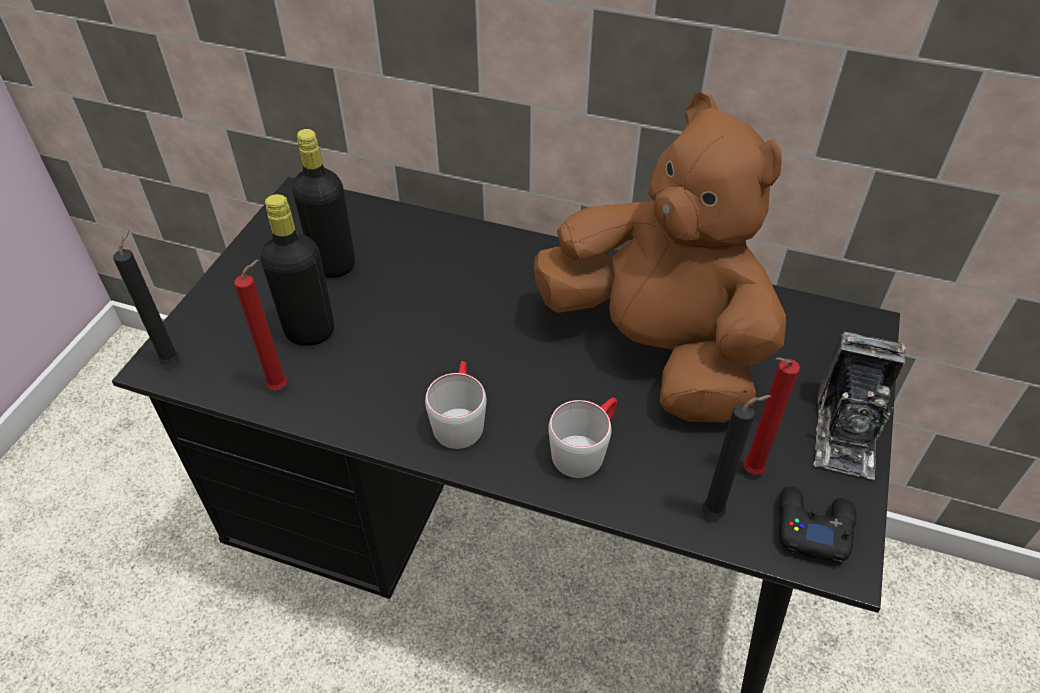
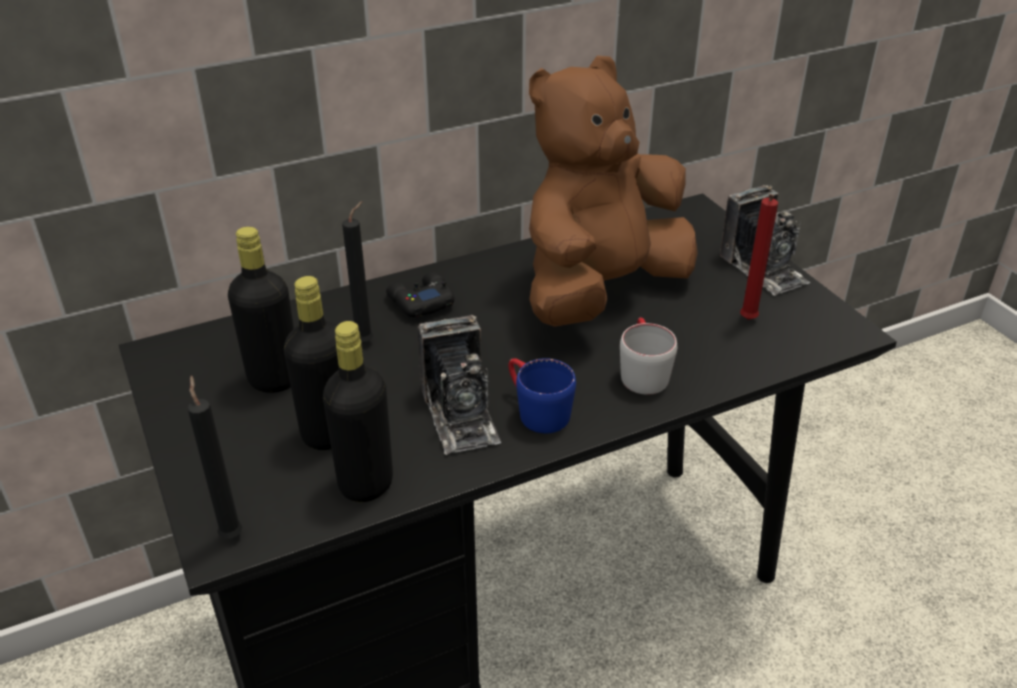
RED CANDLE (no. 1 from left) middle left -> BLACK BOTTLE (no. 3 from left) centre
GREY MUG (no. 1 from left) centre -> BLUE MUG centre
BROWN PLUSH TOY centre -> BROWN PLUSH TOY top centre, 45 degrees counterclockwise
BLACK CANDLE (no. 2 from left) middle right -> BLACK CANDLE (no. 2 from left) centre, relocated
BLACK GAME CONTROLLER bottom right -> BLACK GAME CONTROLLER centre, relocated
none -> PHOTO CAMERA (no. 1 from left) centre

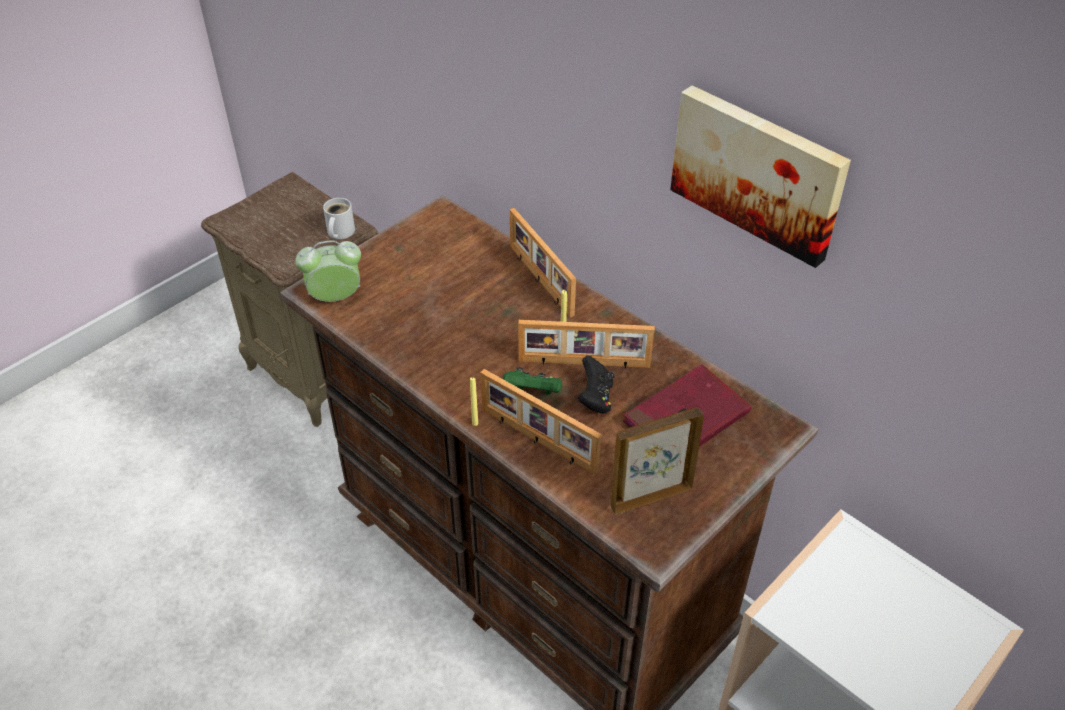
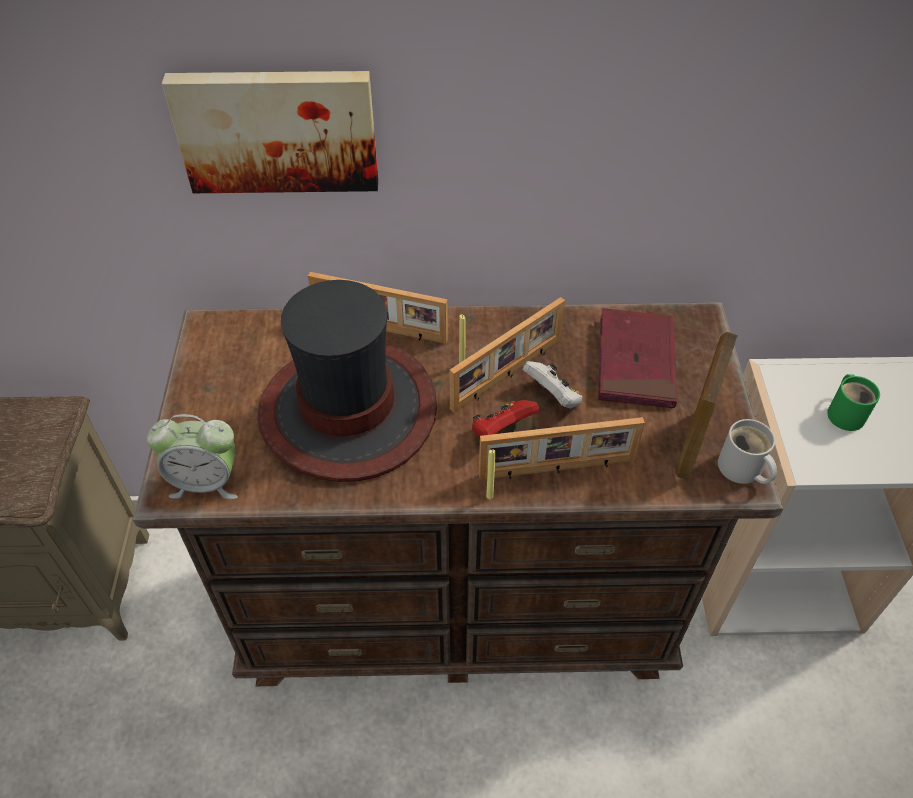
ALARM CLOCK middle left, 120 degrees counterclockwise
WHITE MUG top left -> WHITE MUG middle right, relocated
GREEN GAME CONTROLLER centre -> RED GAME CONTROLLER centre
BLACK GAME CONTROLLER centre -> WHITE GAME CONTROLLER centre
PICTURE top right -> PICTURE top left, relocated
none -> HAT centre
none -> GREEN MUG middle right

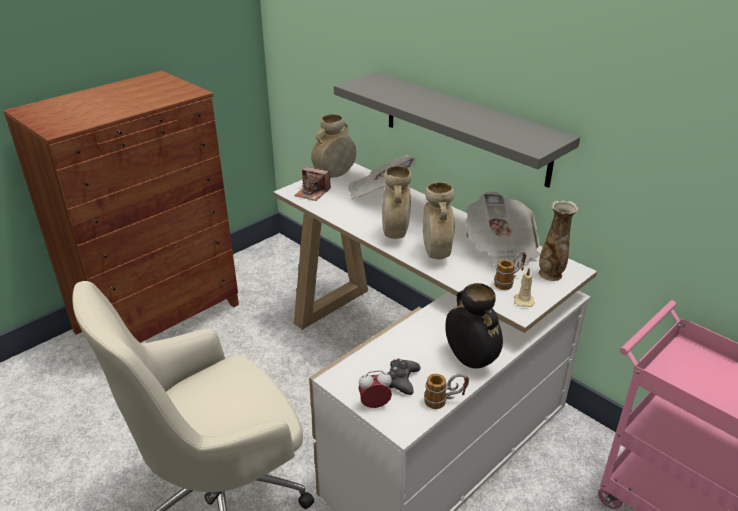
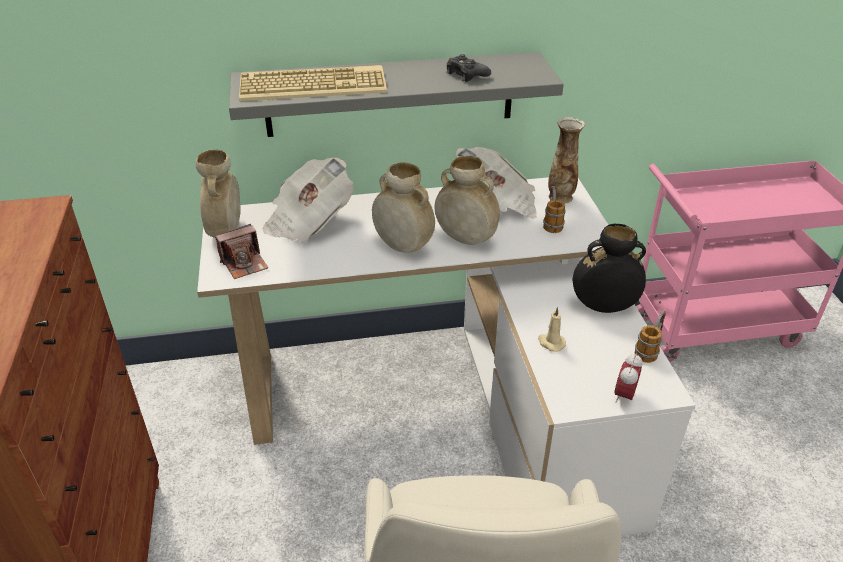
BLACK GAME CONTROLLER bottom centre -> BLACK GAME CONTROLLER top centre, relocated
BEIGE CANDLE middle right -> BEIGE CANDLE centre, relocated
none -> KEYBOARD top centre

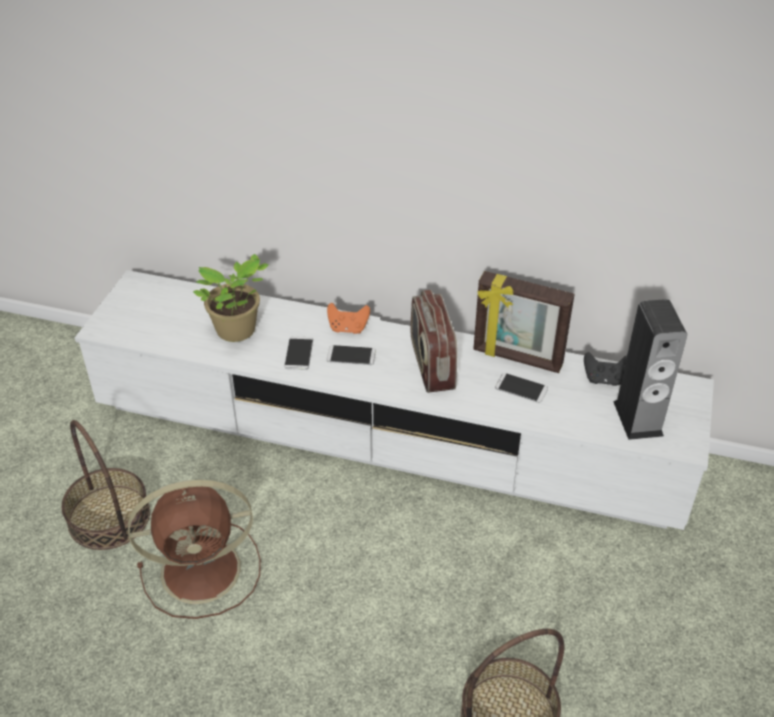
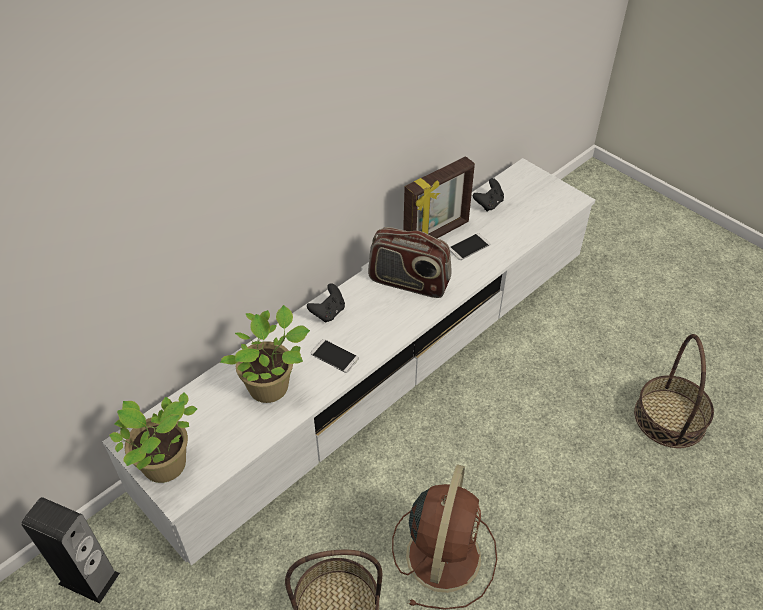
ORANGE GAME CONTROLLER centre -> BLACK GAME CONTROLLER (no. 1 from left) centre
PHONE (no. 2 from left) centre -> none
SPEAKER middle right -> SPEAKER bottom left, relocated
none -> POTTED PLANT (no. 1 from left) bottom left

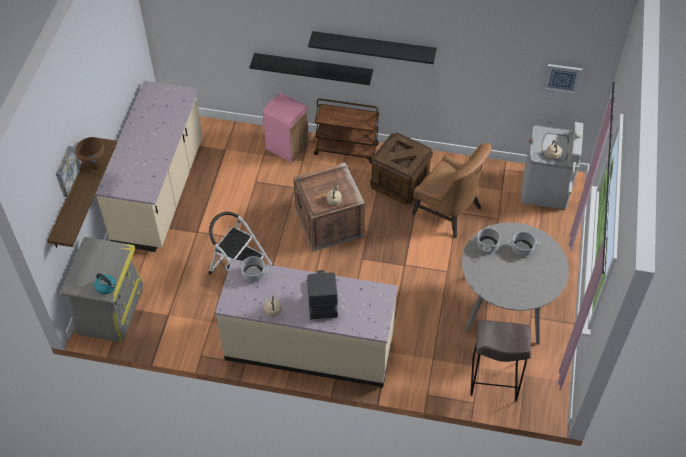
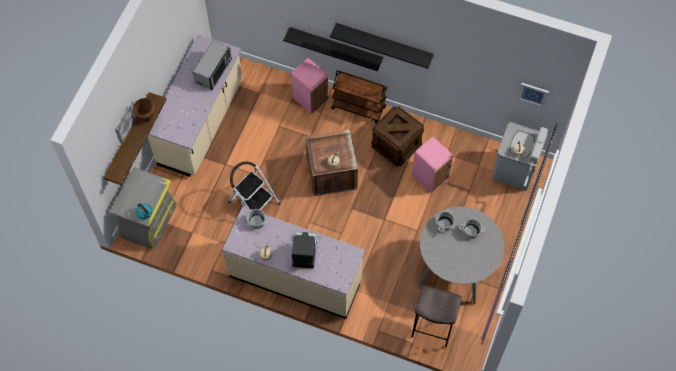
BROWN CHAIR centre -> PINK TRASH CAN (no. 2 from left) centre
none -> MICROWAVE top left

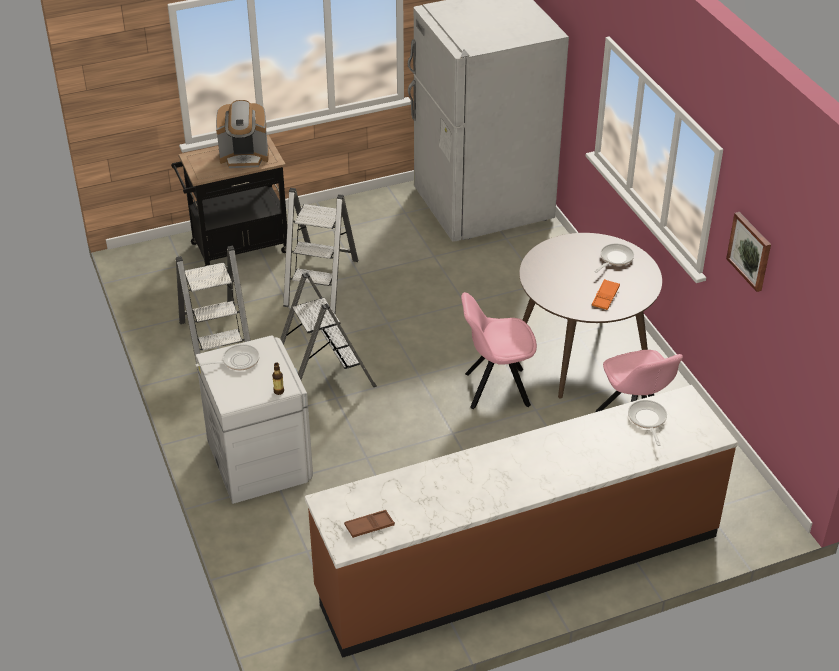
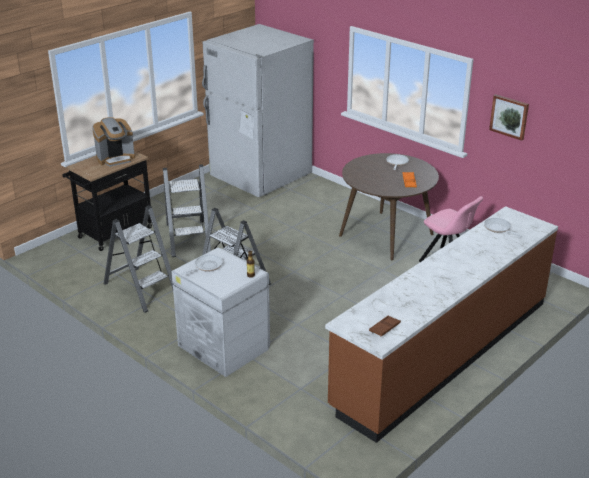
PINK CHAIR (no. 1 from left) centre -> none

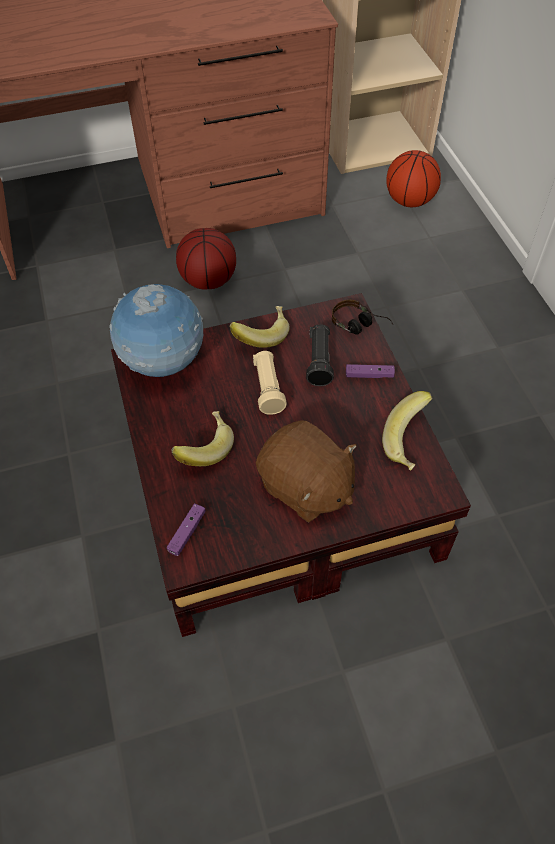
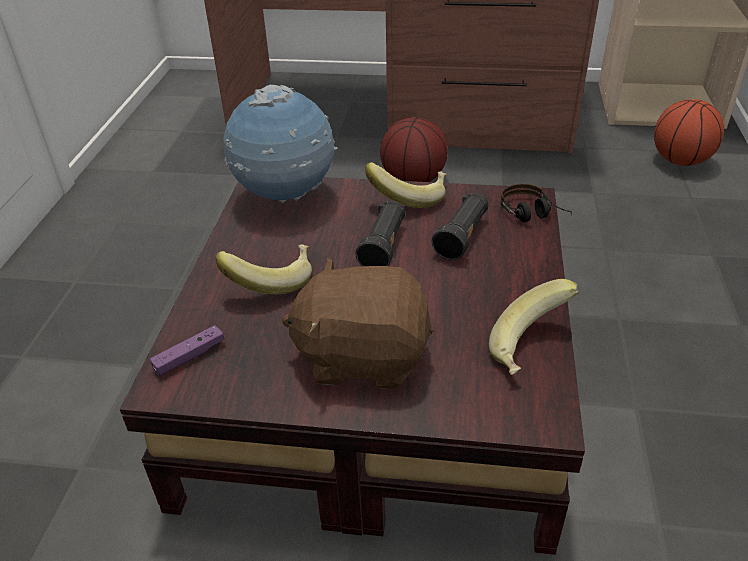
BEIGE FLASHLIGHT centre -> BLACK FLASHLIGHT (no. 1 from left) centre
BROWN PLUSH TOY centre, 120 degrees clockwise
PURPLE GAME CONTROLLER (no. 2 from left) middle right -> none

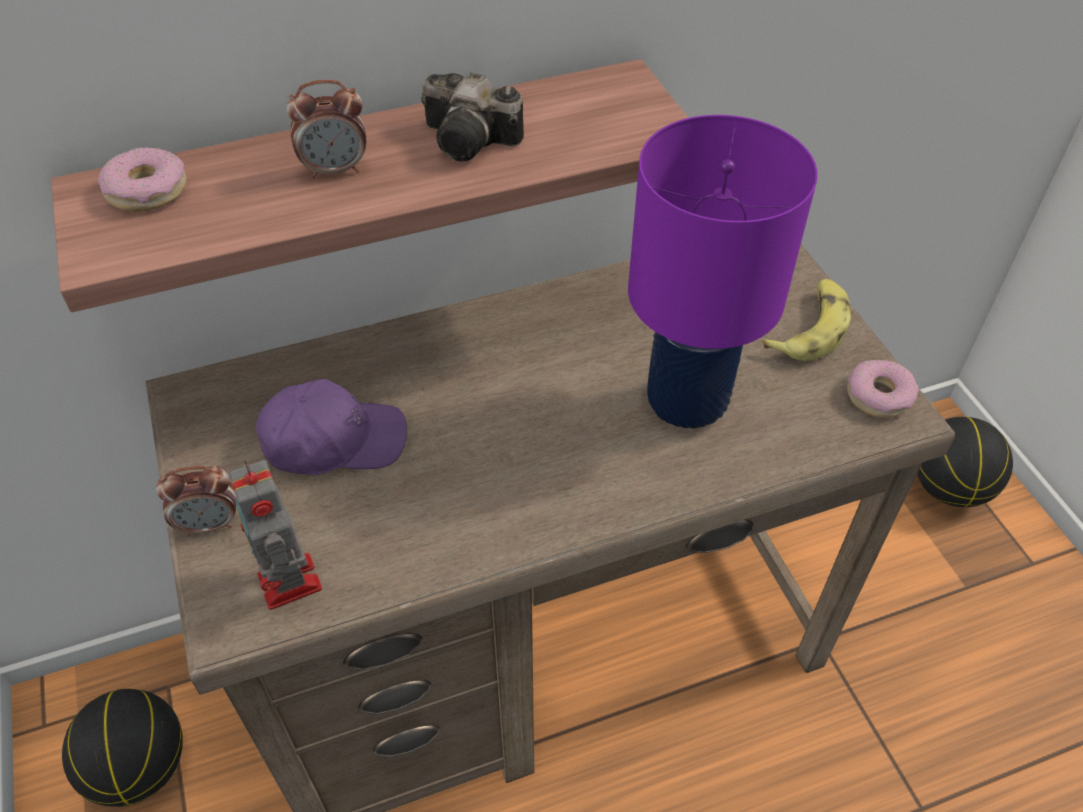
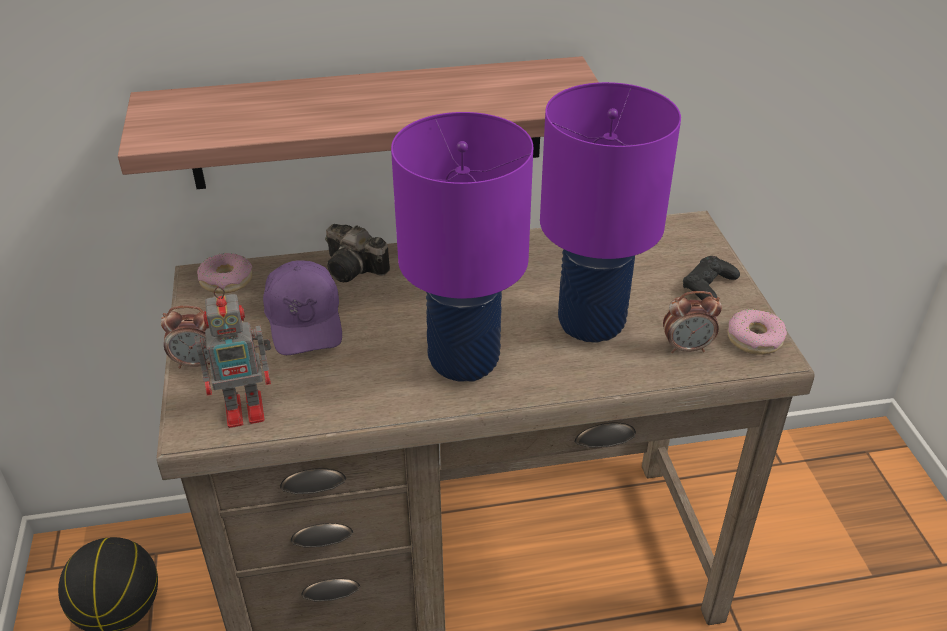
DONUT (no. 1 from left) top left -> DONUT (no. 1 from left) middle left, relocated
TOY ROBOT middle left, 90 degrees counterclockwise
PURPLE CAP middle left, 75 degrees clockwise
ALARM CLOCK (no. 2 from left) top left -> ALARM CLOCK (no. 2 from left) middle right, relocated
PHOTO CAMERA top centre -> PHOTO CAMERA centre, relocated
BANANA middle right -> BLACK GAME CONTROLLER middle right
BASKETBALL (no. 2 from left) middle right -> none
none -> PURPLE TABLE LAMP (no. 1 from left) centre

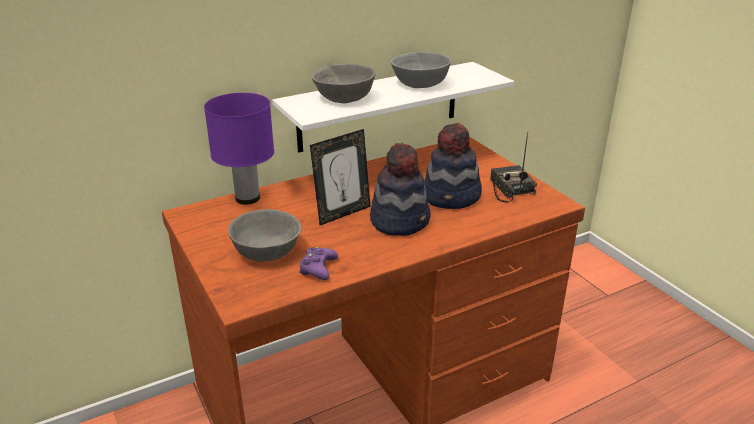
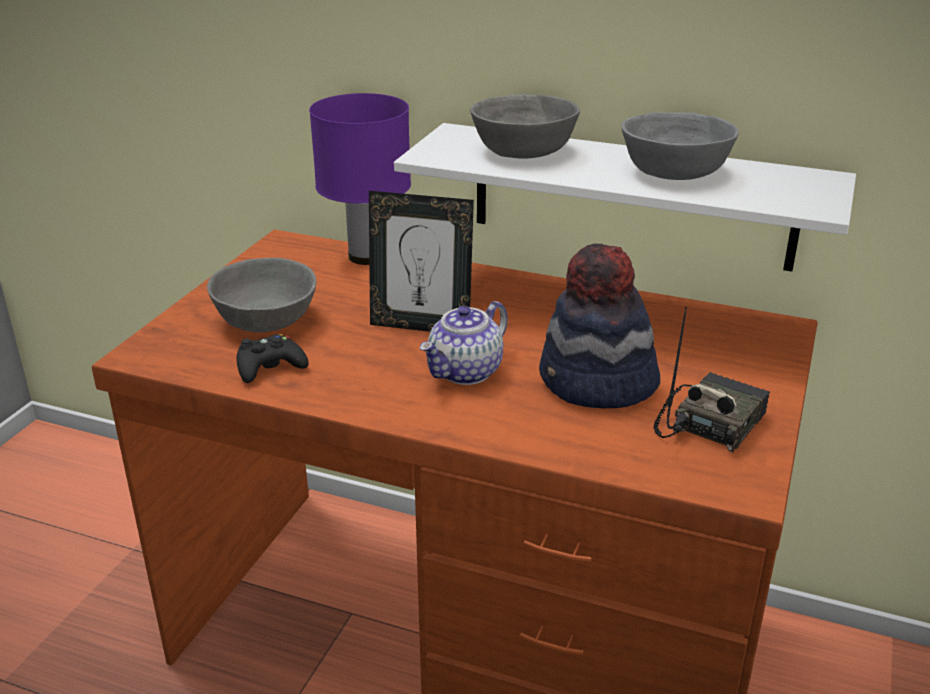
PURPLE GAME CONTROLLER centre -> BLACK GAME CONTROLLER middle left
HAT (no. 1 from left) centre -> TEAPOT centre

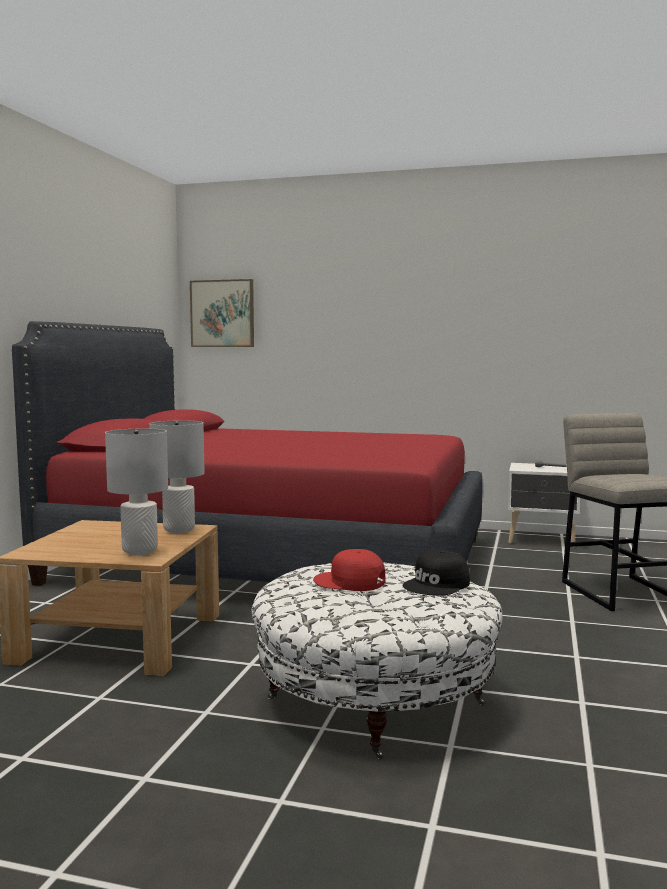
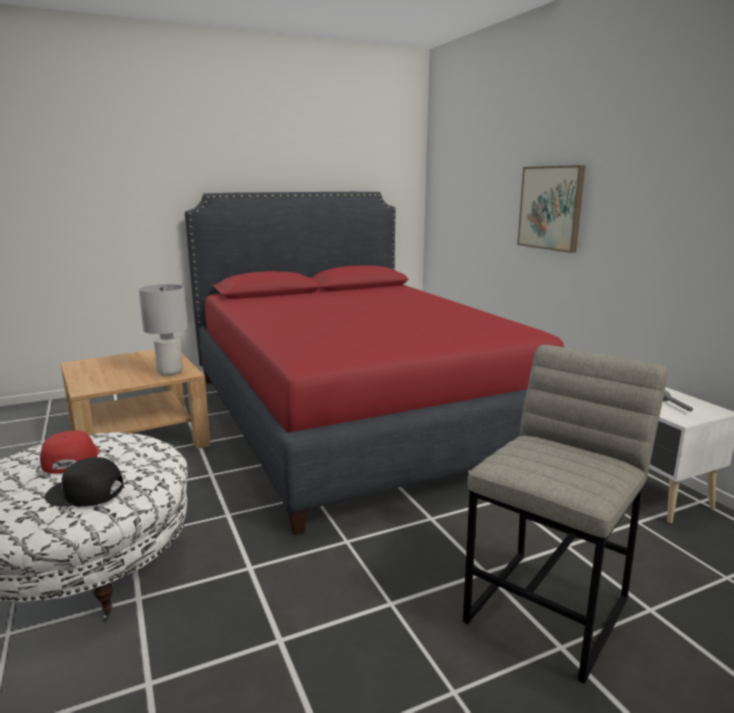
GREY TABLE LAMP (no. 1 from left) middle left -> none
PICTURE middle left -> PICTURE top right, relocated

